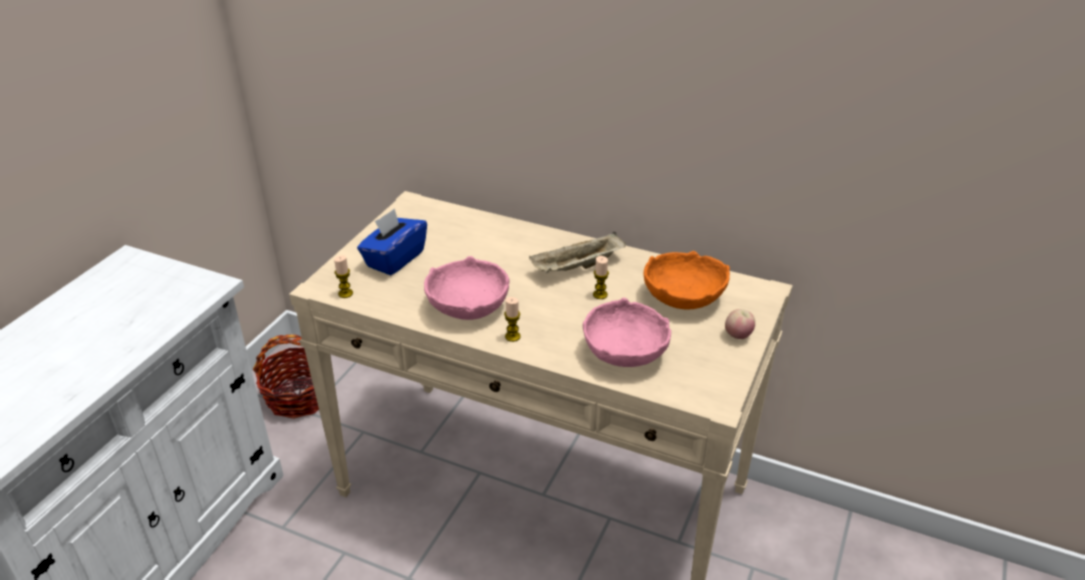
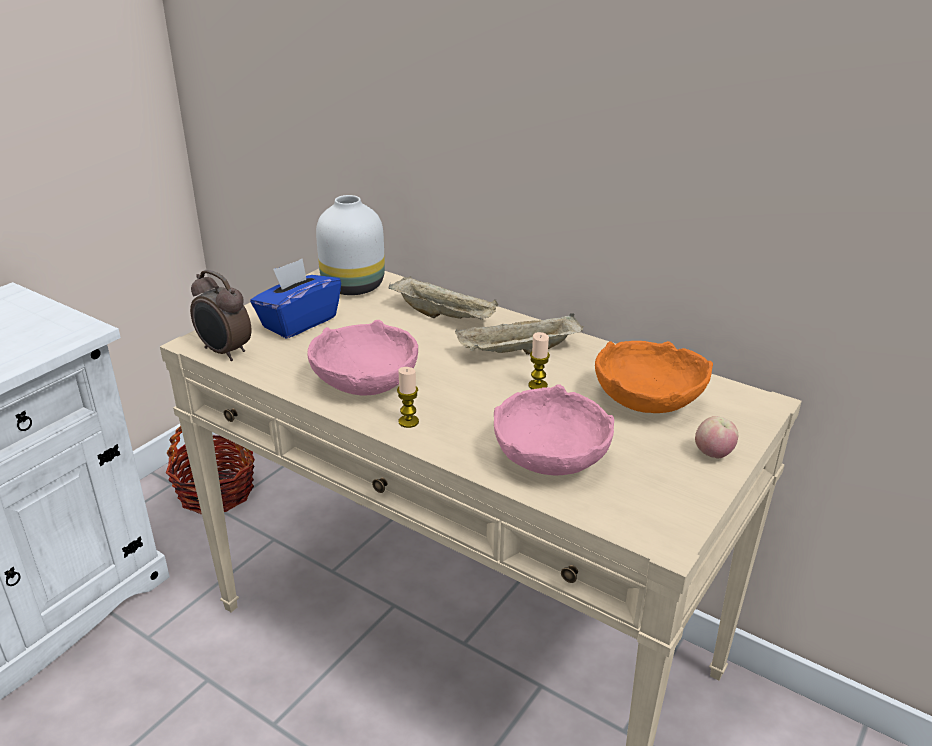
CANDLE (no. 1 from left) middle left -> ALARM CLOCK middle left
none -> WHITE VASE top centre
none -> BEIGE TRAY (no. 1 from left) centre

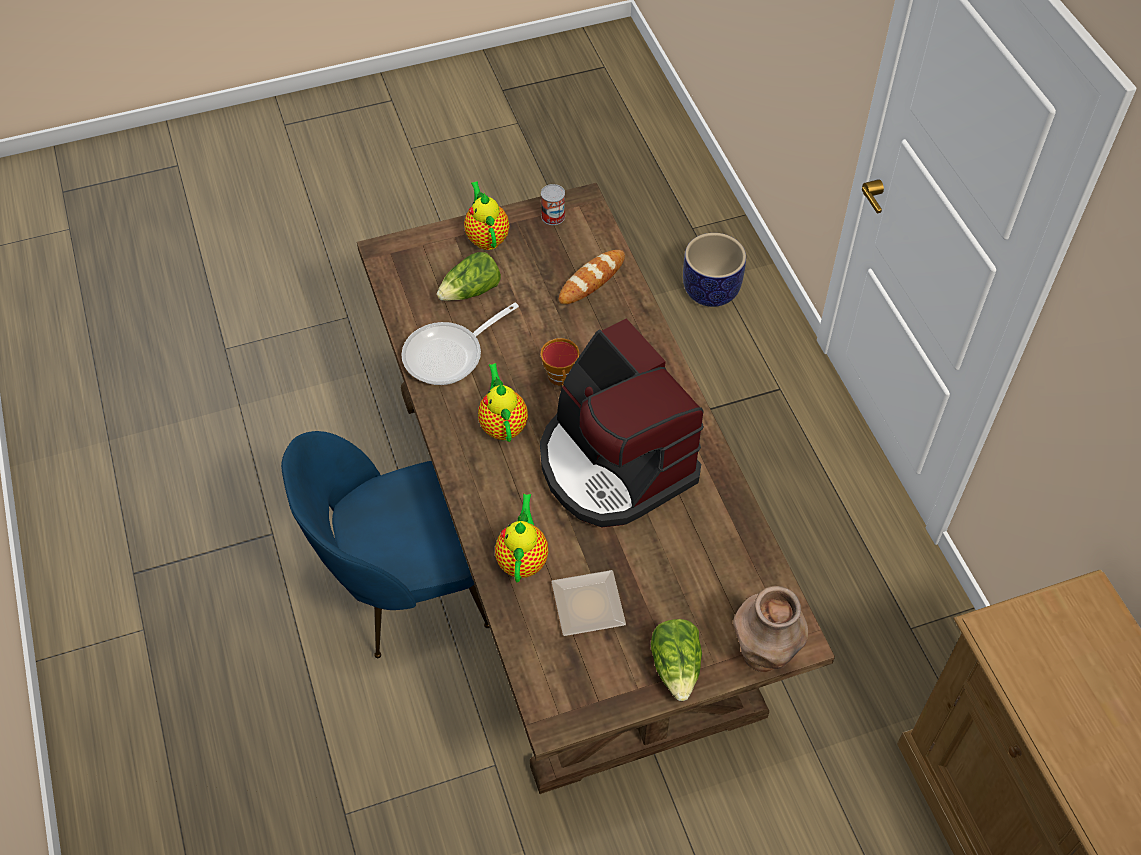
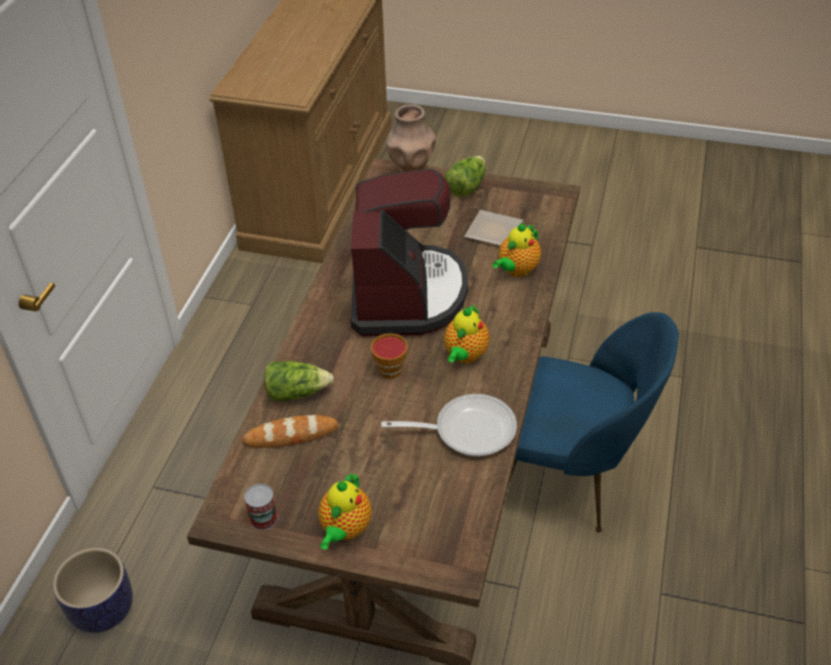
LETTUCE (no. 1 from left) top centre -> LETTUCE (no. 1 from left) centre, relocated

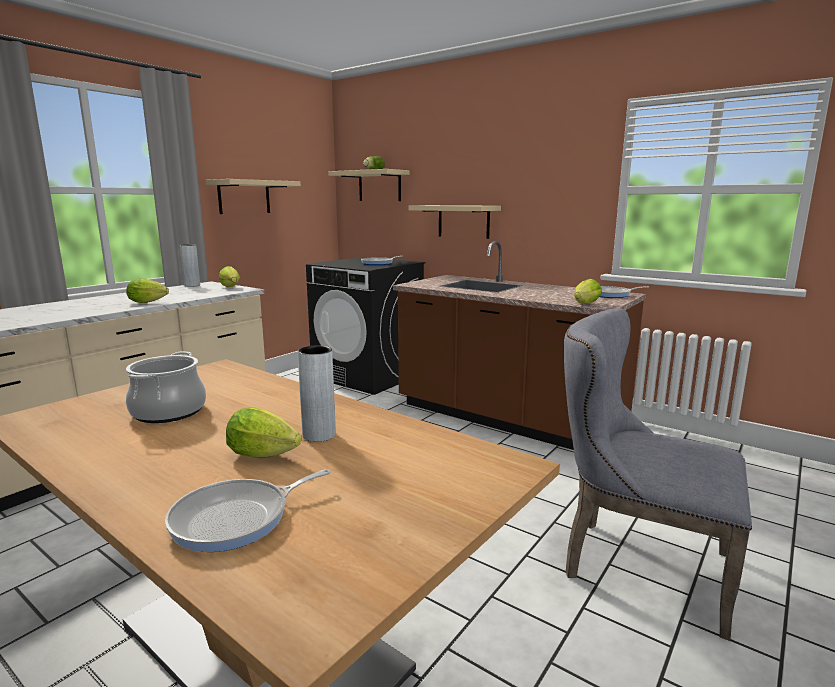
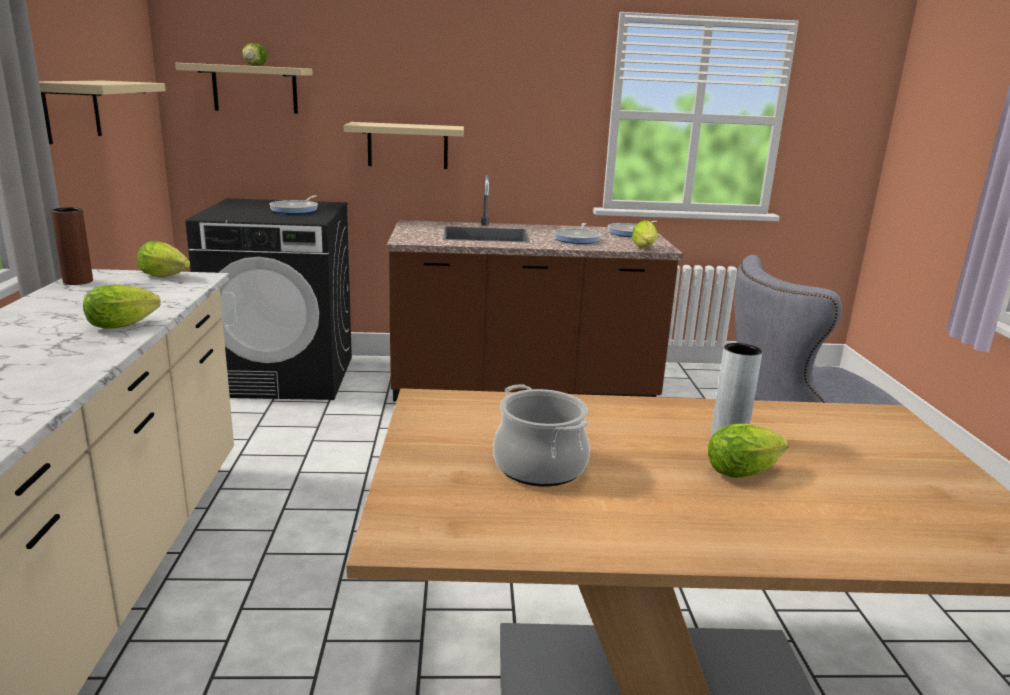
FRYING PAN (no. 1 from left in the first image) bottom left -> FRYING PAN (no. 2 from left) centre, relocated
GREY VASE (no. 1 from left) middle left -> BROWN VASE middle left

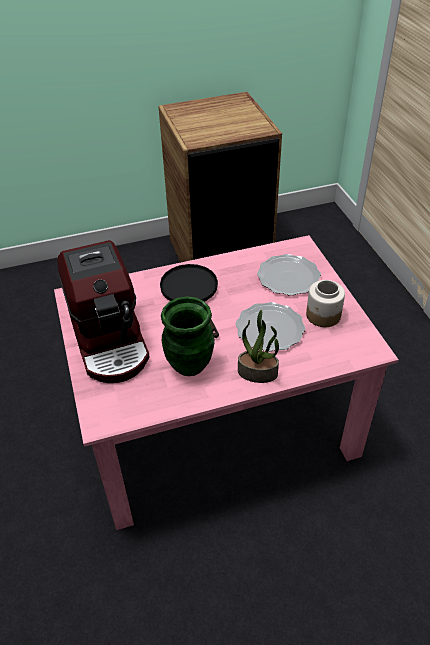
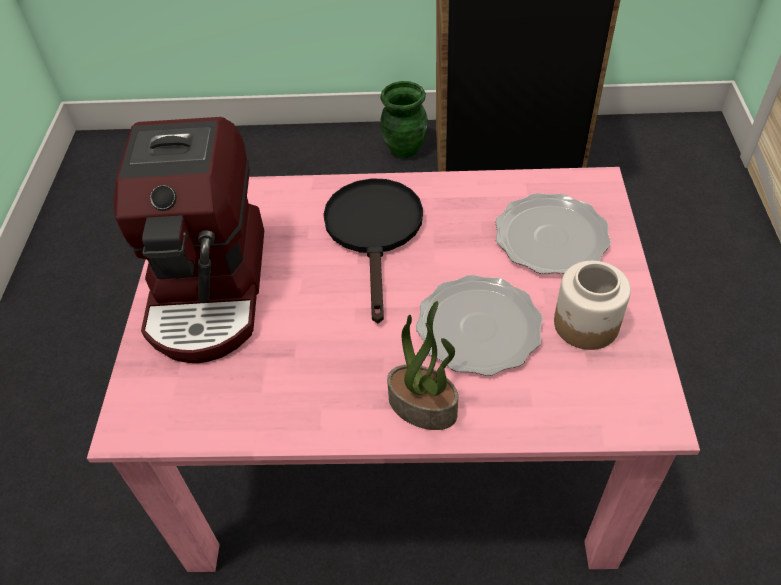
GREEN VASE centre -> GREEN VASE top centre, relocated

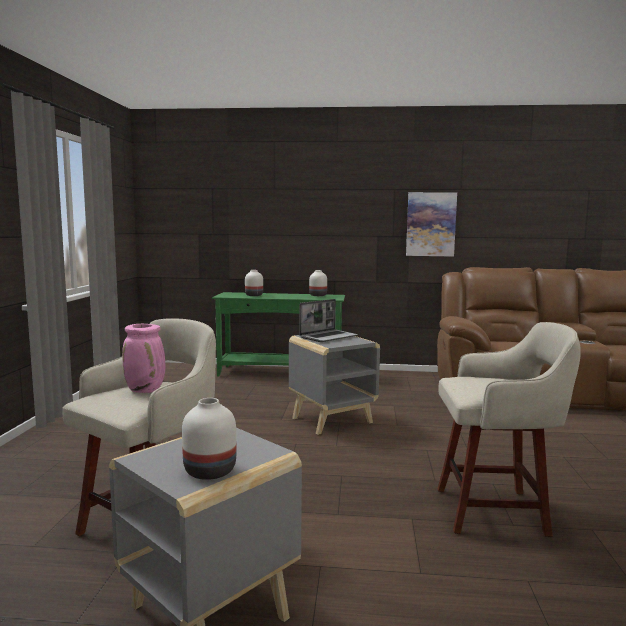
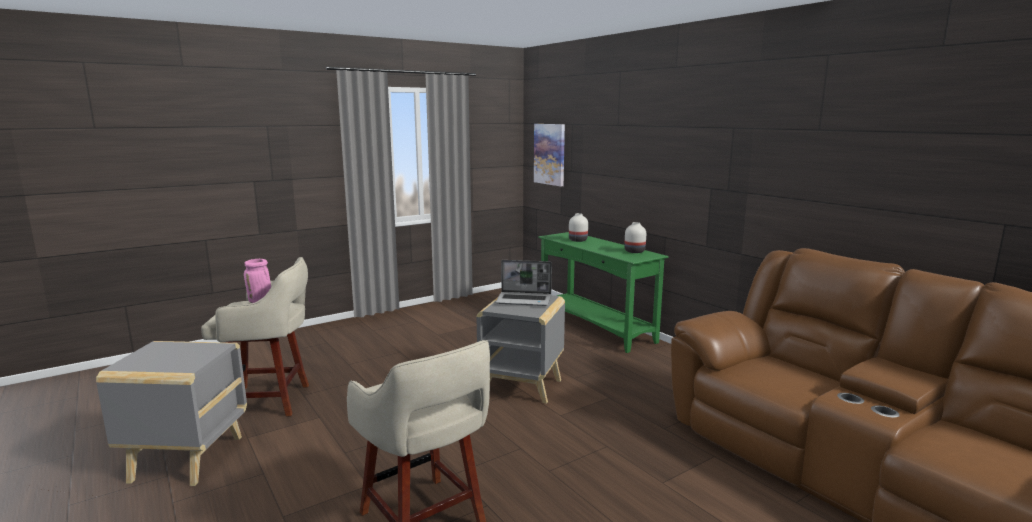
WHITE VASE (no. 1 from left) bottom centre -> none
PICTURE middle right -> PICTURE top centre, relocated

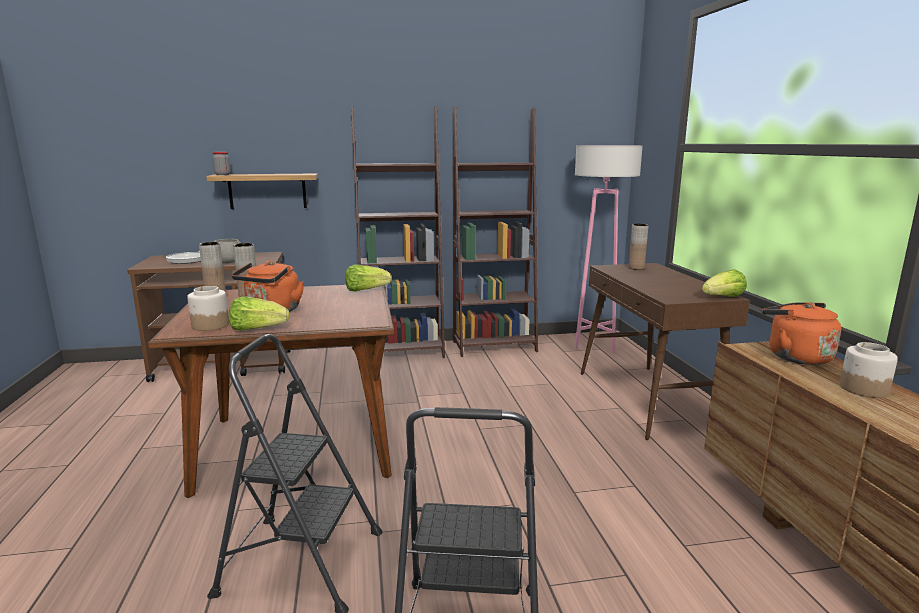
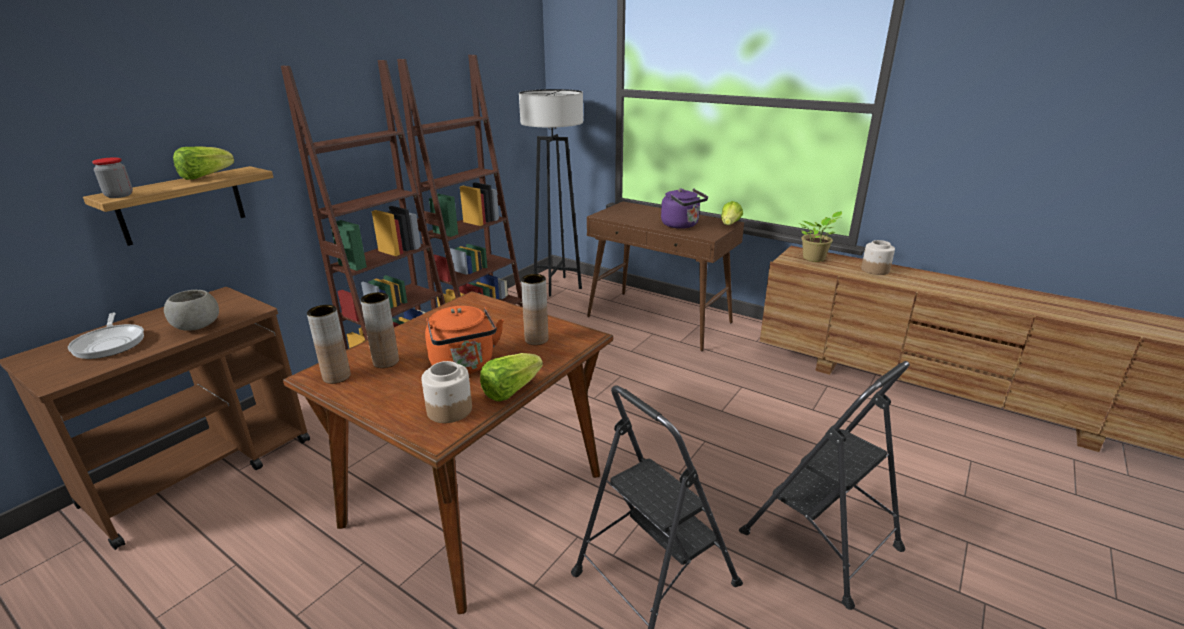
LETTUCE (no. 2 from left in the first image) centre -> LETTUCE (no. 1 from left) top left, relocated
PINK FLOOR LAMP centre -> GREY FLOOR LAMP top centre
BROWN VASE (no. 3 from left) middle right -> BROWN VASE (no. 3 from left) centre, relocated
ORANGE KETTLE (no. 2 from left) middle right -> POTTED PLANT middle right
none -> PURPLE KETTLE top centre

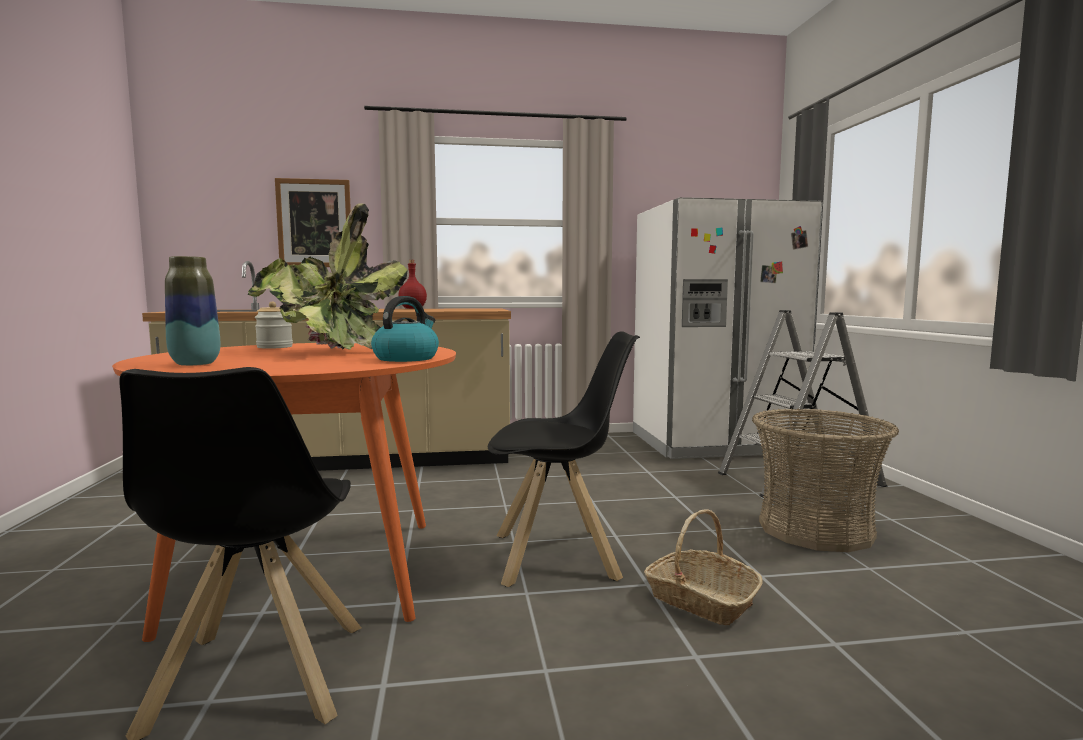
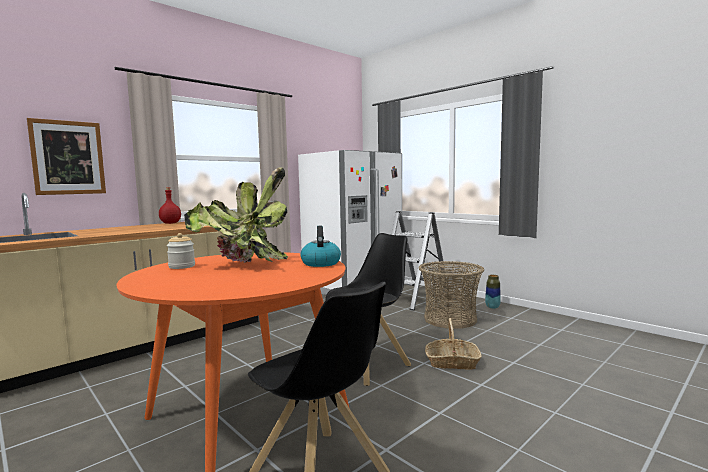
VASE middle left -> VASE middle right, relocated

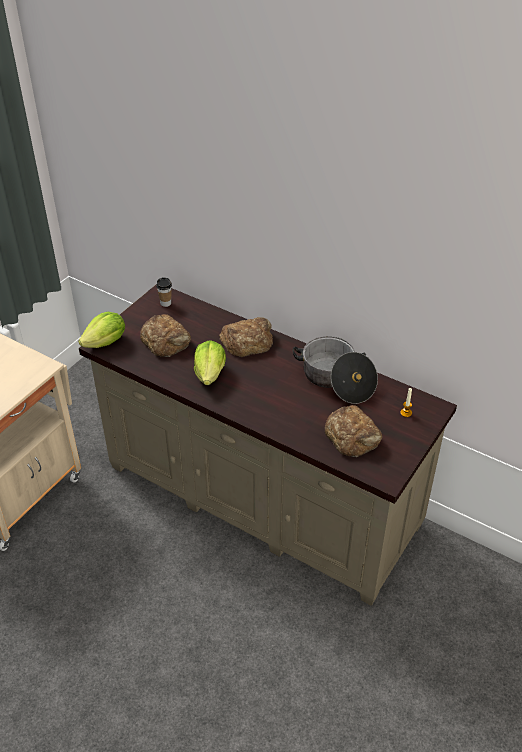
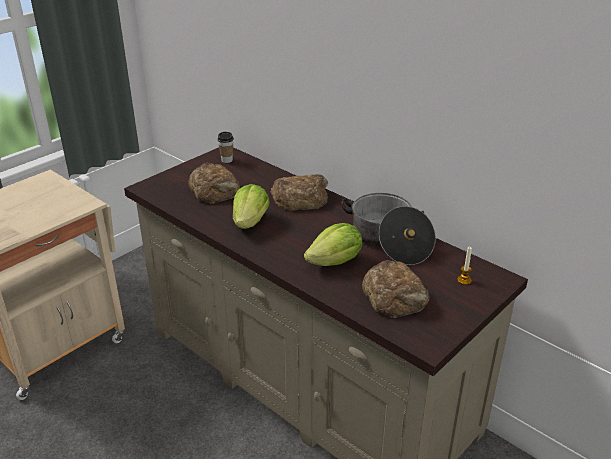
LETTUCE (no. 1 from left in the first image) middle left -> LETTUCE (no. 2 from left) centre, relocated

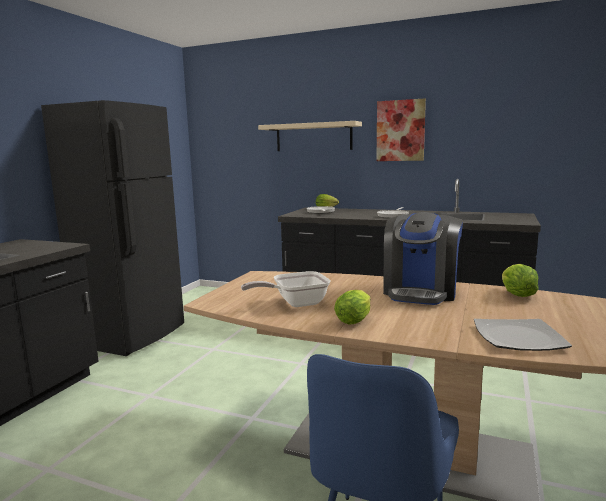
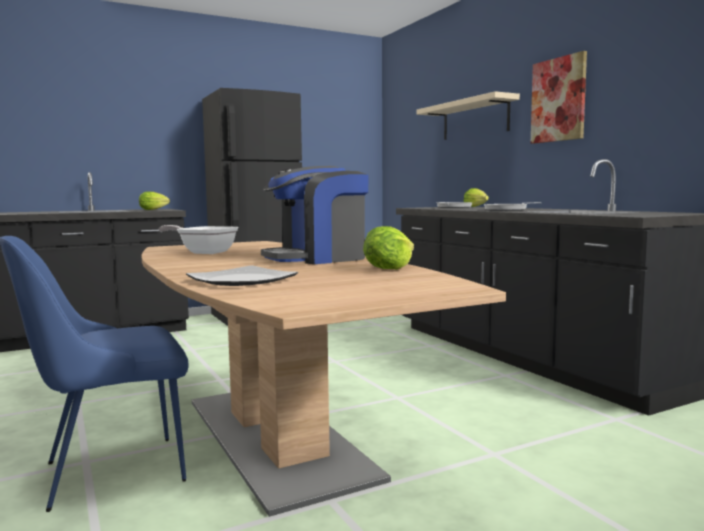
LETTUCE (no. 2 from left in the first image) centre -> LETTUCE (no. 1 from left) middle left, relocated

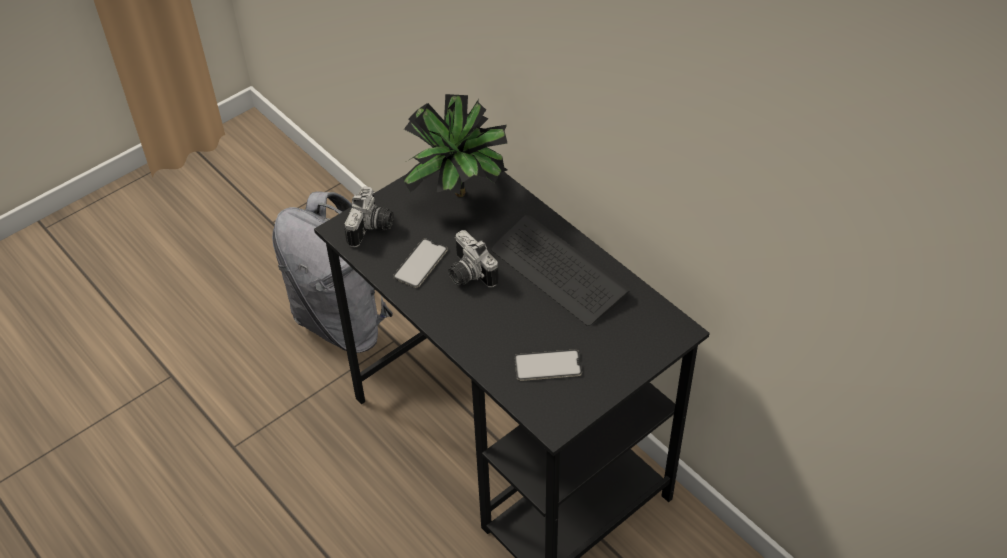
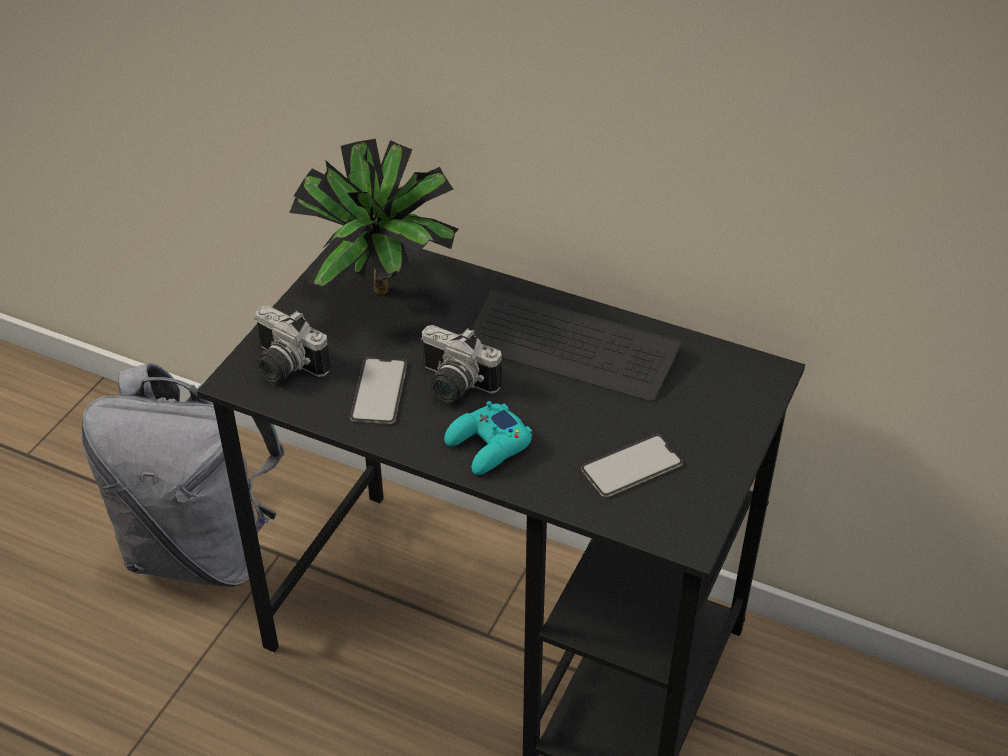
PHOTO CAMERA (no. 1 from left) centre -> PHOTO CAMERA (no. 1 from left) middle left, 135 degrees clockwise
none -> TURQUOISE GAME CONTROLLER centre

